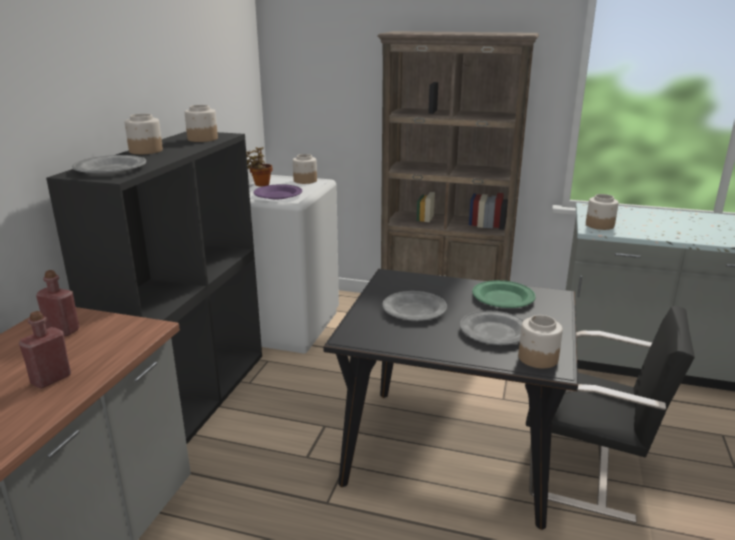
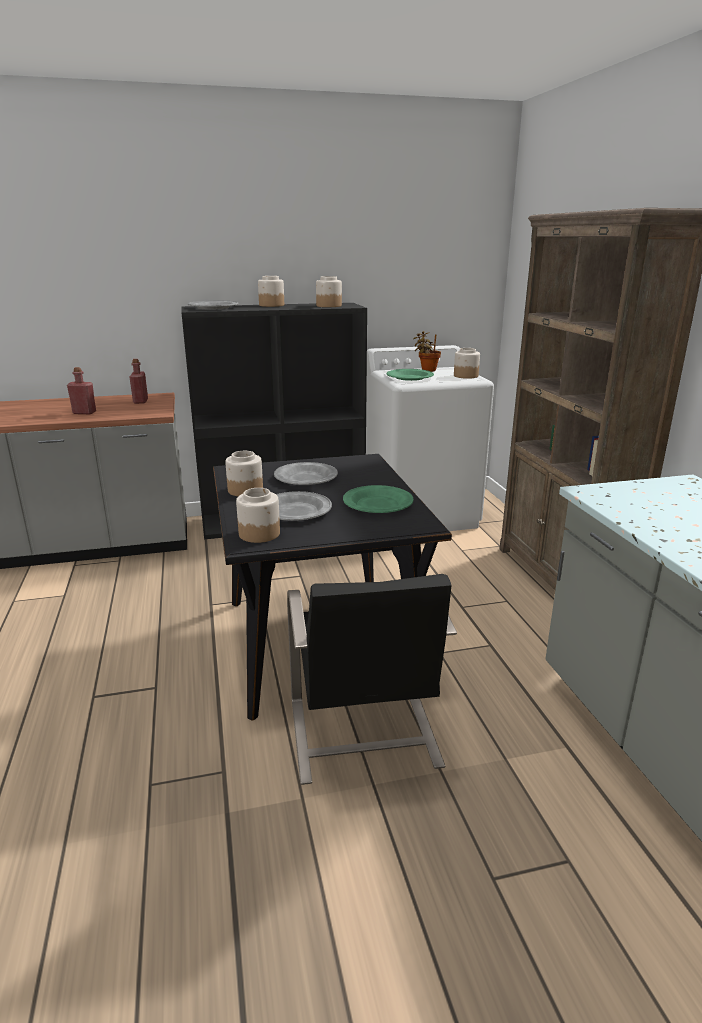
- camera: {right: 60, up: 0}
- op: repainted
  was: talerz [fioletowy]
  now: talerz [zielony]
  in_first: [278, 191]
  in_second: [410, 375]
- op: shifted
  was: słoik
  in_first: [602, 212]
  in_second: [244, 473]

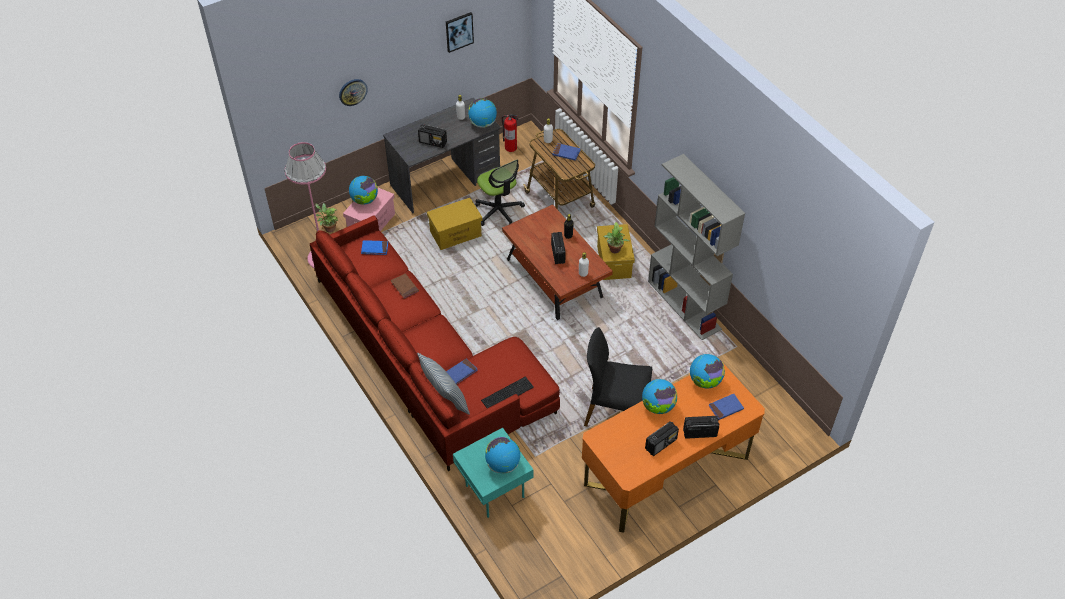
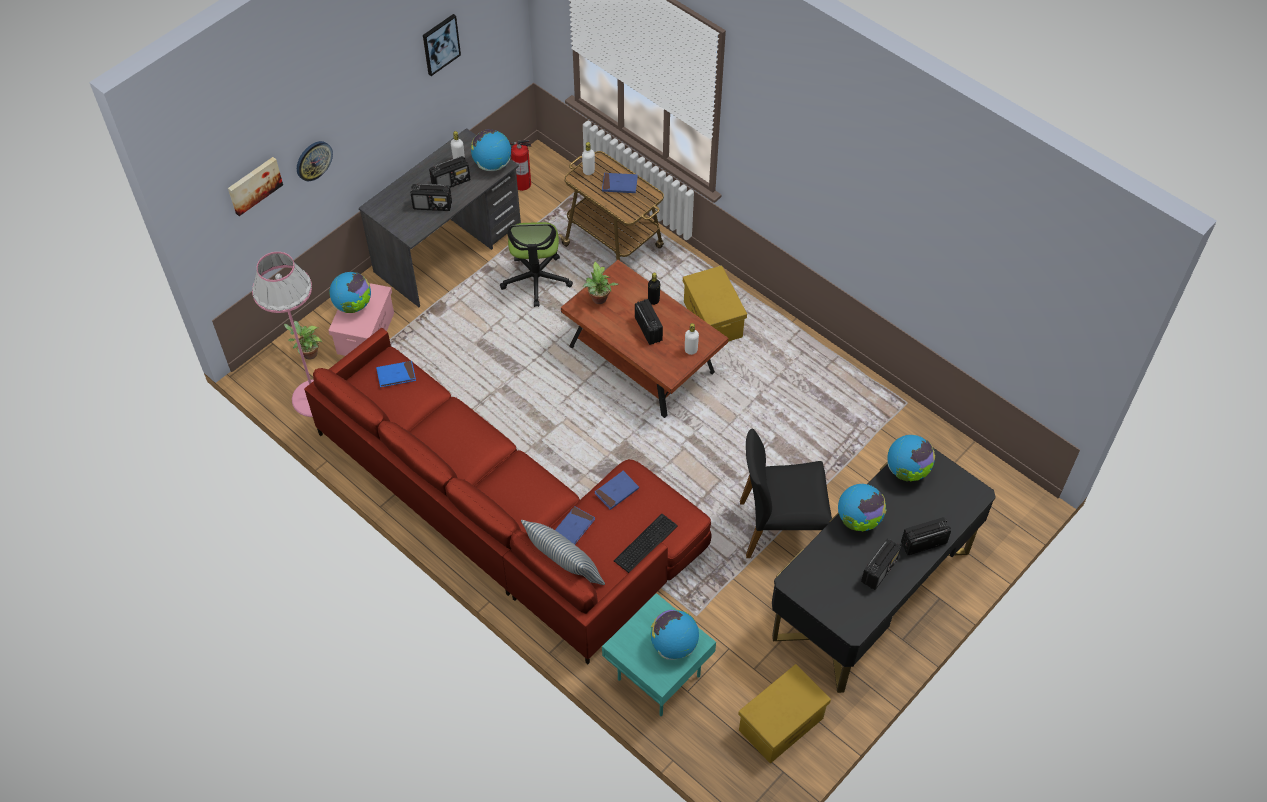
- camera: {right: -15, up: 5}
- op: gone
  was: książka [brązowy]
  in_first: [405, 286]
- op: shifted
  was: pojemnik do przechowywania [żółty]
  in_first: [454, 224]
  in_second: [784, 714]
- op: rotated
  was: krzesło biurowe
  in_first: [500, 192]
  in_second: [536, 264]
  clockwise: 45
- op: repainted
  was: biurko [pomarańczowy]
  now: biurko [czarny]
  in_first: [673, 448]
  in_second: [884, 570]
- op: shifted
  was: roślina doniczkowa
  in_first: [616, 237]
  in_second: [601, 283]
- op: gone
  was: regał [szary]
  in_first: [696, 247]
- op: shifted
  was: książka [niebieski]
  in_first: [726, 407]
  in_second: [617, 490]
- op: new
  now: obraz
  in_second: [255, 186]
- op: new
  now: radio
  in_second: [449, 172]

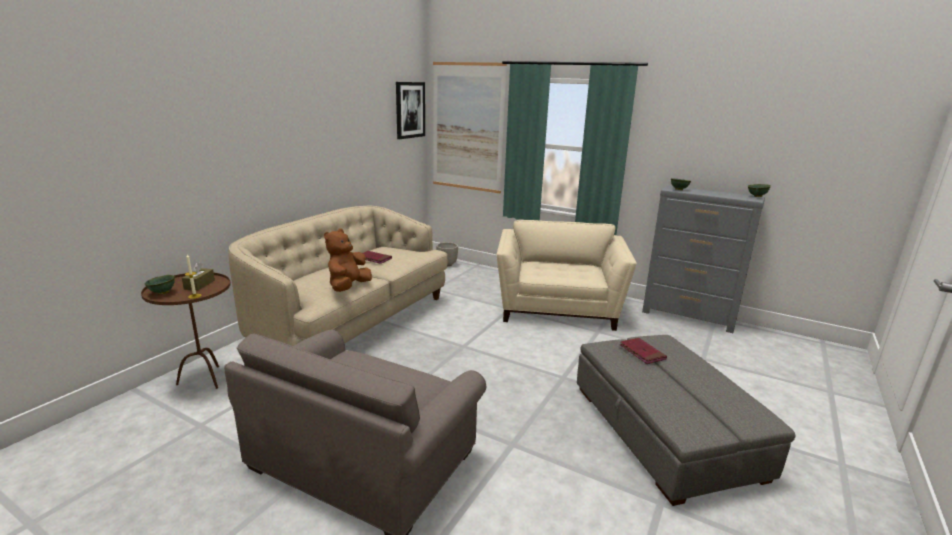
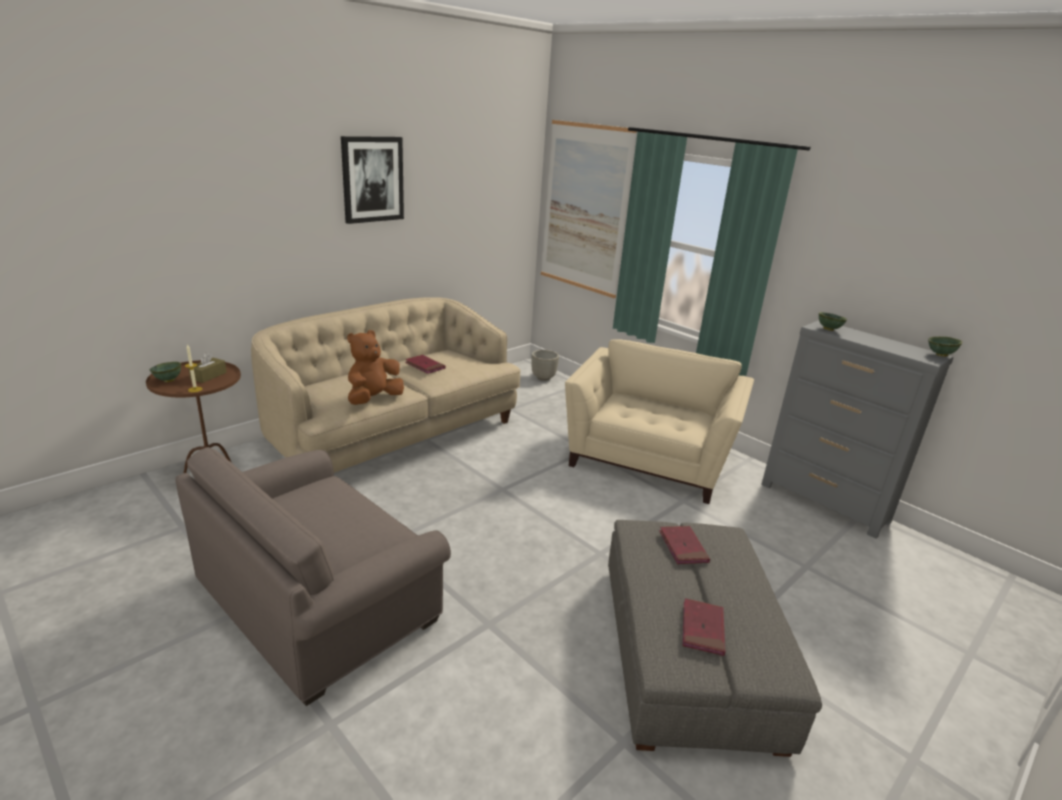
- camera: {right: 15, up: 5}
- op: shifted
  was: obraz
  in_first: [410, 110]
  in_second: [372, 180]
- op: new
  now: książka [czerwony]
  in_second: [704, 627]

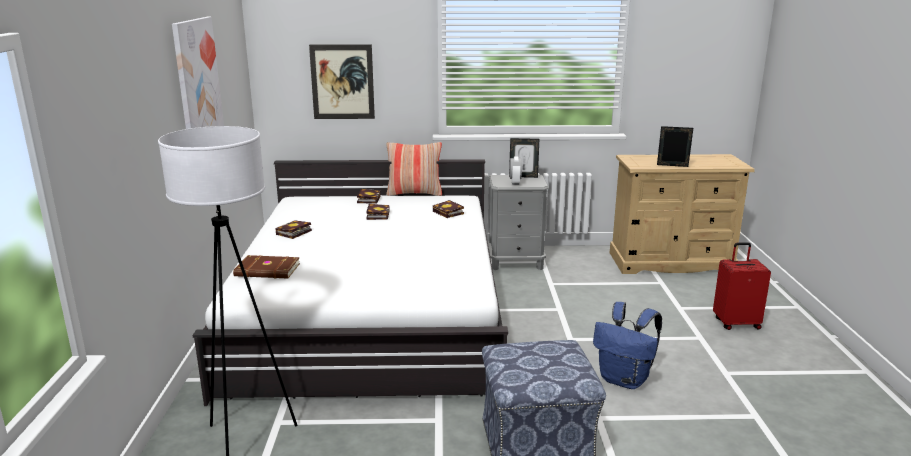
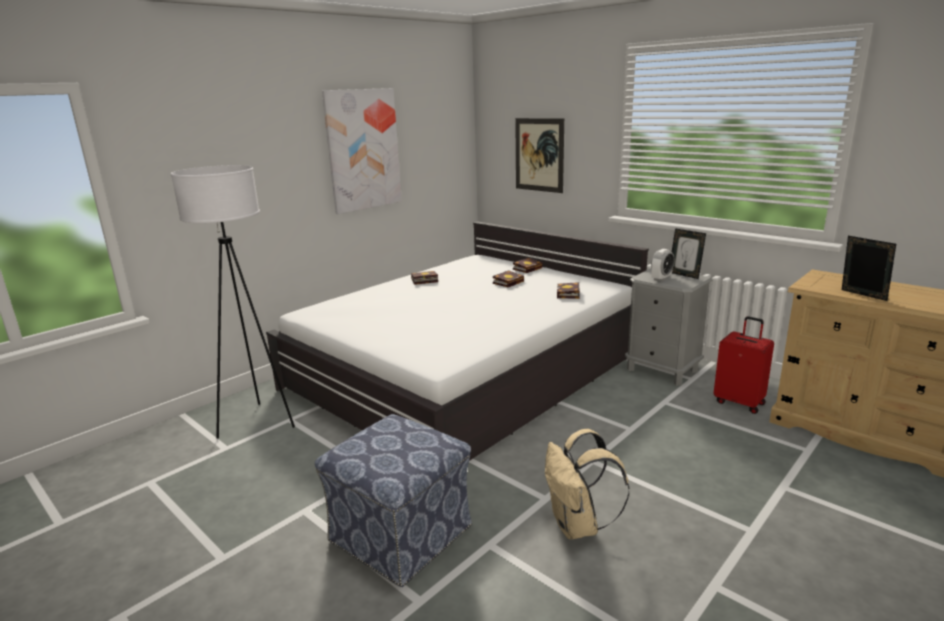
- camera: {right: 45, up: 0}
- op: gone
  was: książka [brązowy]
  in_first: [266, 266]
- op: gone
  was: poduszka
  in_first: [414, 169]
- op: repainted
  was: plecak [niebieski]
  now: plecak [beżowy]
  in_first: [627, 345]
  in_second: [587, 484]
- op: shifted
  was: walizka [czerwony]
  in_first: [742, 286]
  in_second: [744, 365]

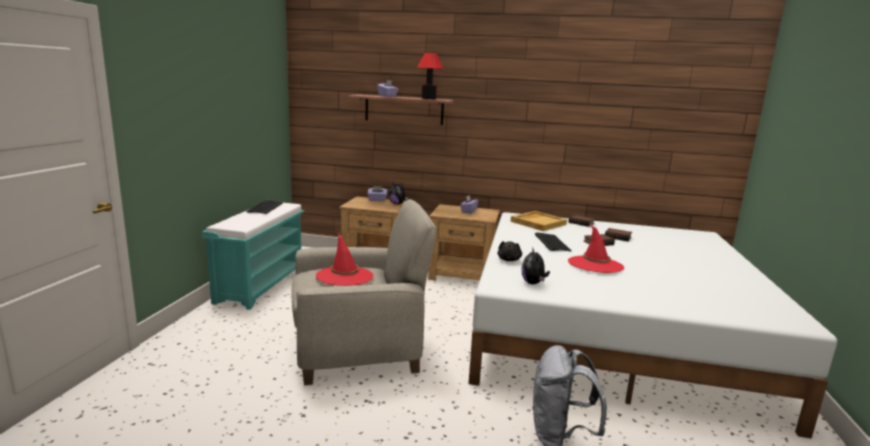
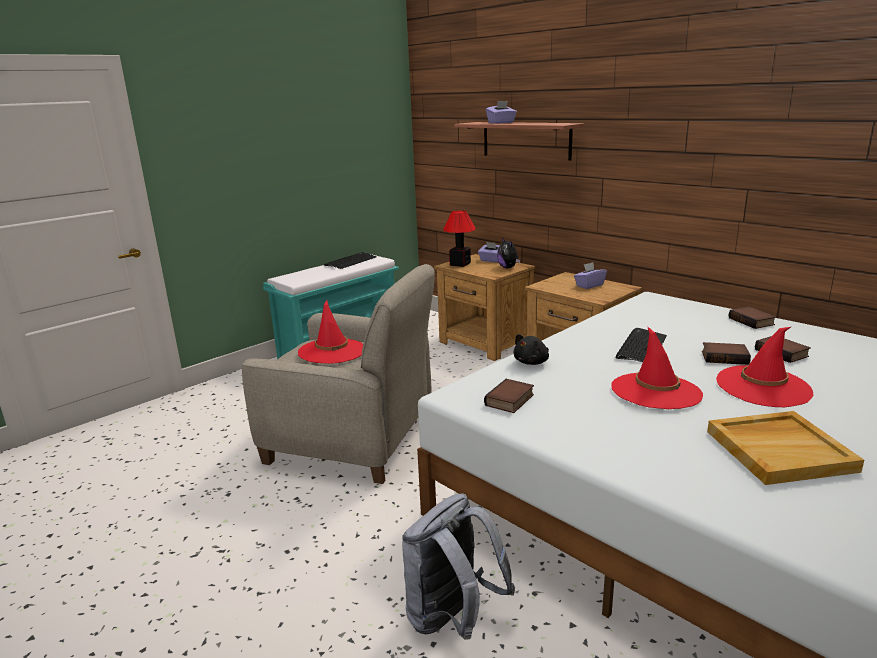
- camera: {right: 35, up: 5}
- op: shifted
  was: lampa stołowa
  in_first: [430, 76]
  in_second: [459, 238]
- op: shifted
  was: taca [beżowy]
  in_first: [539, 221]
  in_second: [785, 448]
- op: swapped
  was: pluszak
  now: książka
  in_first: [535, 265]
  in_second: [509, 396]
- op: new
  now: kapelusz [czerwony]
  in_second: [764, 367]

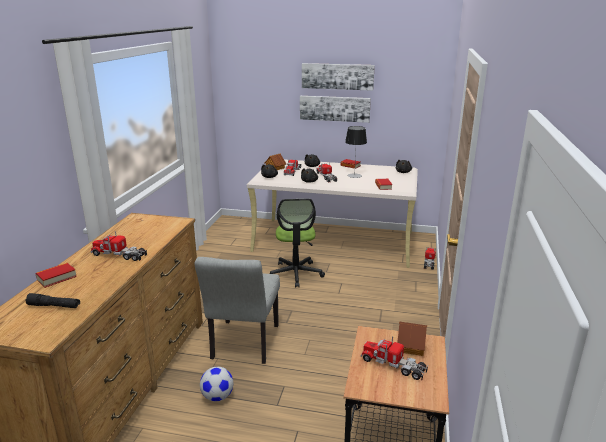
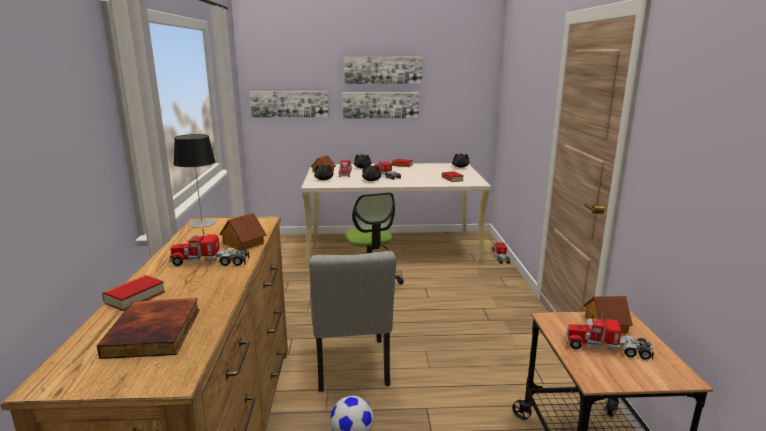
- camera: {right: -15, up: -5}
- op: swapped
  was: latarka [czarny]
  now: książka
  in_first: [53, 300]
  in_second: [148, 328]
- op: shifted
  was: lampa stołowa
  in_first: [356, 152]
  in_second: [195, 180]
- op: new
  now: domek
  in_second: [243, 232]
- op: new
  now: obraz
  in_second: [289, 104]

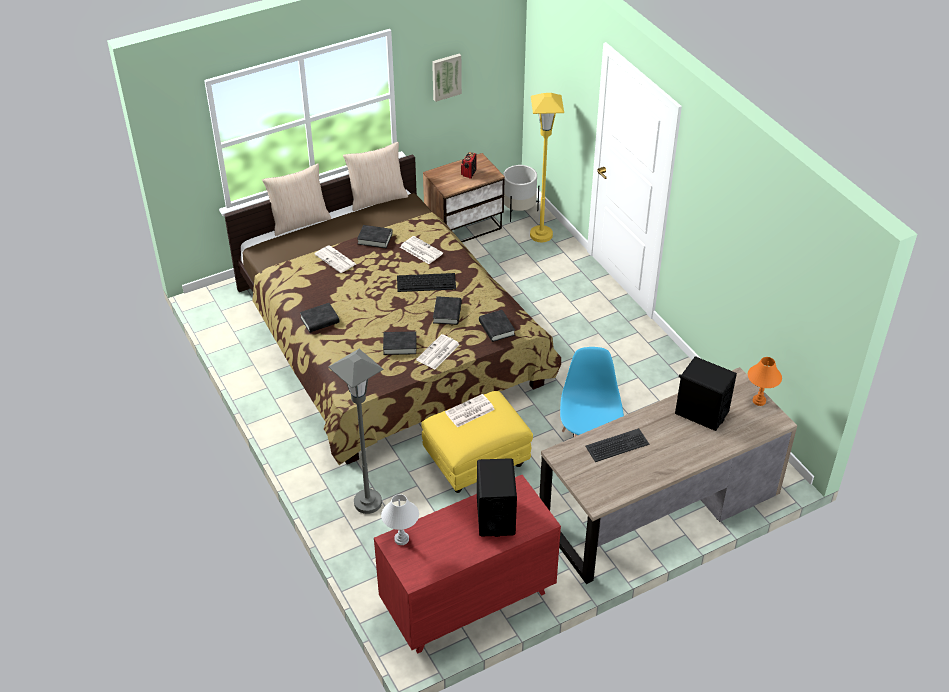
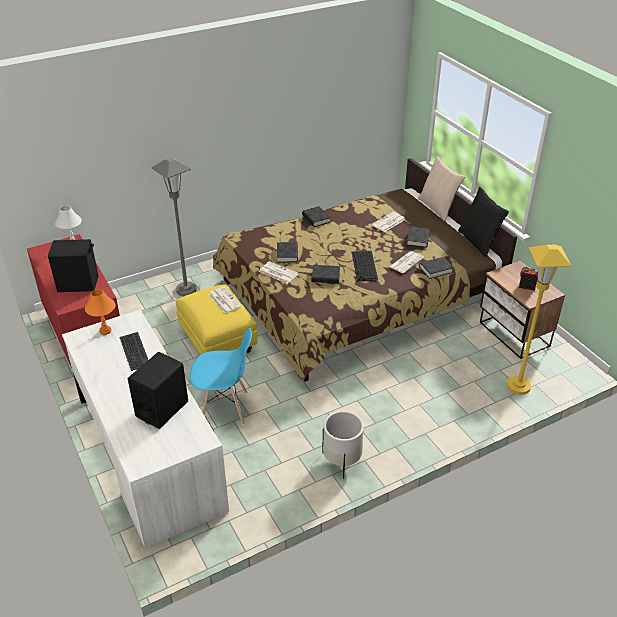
- camera: {right: 90, up: -5}
- op: repainted
  was: poduszka [beżowy]
  now: poduszka [czarny]
  in_first: [375, 176]
  in_second: [483, 222]
- op: gone
  was: obraz
  in_first: [447, 78]
- op: shifted
  was: książka [czarny]
  in_first: [497, 326]
  in_second: [436, 268]
- op: shifted
  was: donica [biały]
  in_first: [521, 193]
  in_second: [343, 445]
- op: repainted
  was: biurko [brązowy]
  now: biurko [biały]
  in_first: [668, 475]
  in_second: [145, 429]
- op: shifted
  was: lampa stołowa [pomarańczowy]
  in_first: [765, 381]
  in_second: [100, 312]

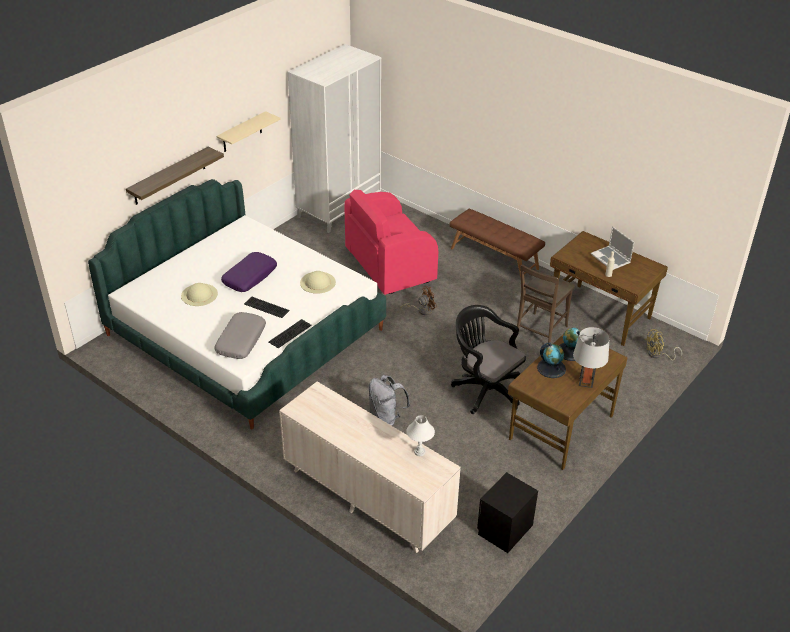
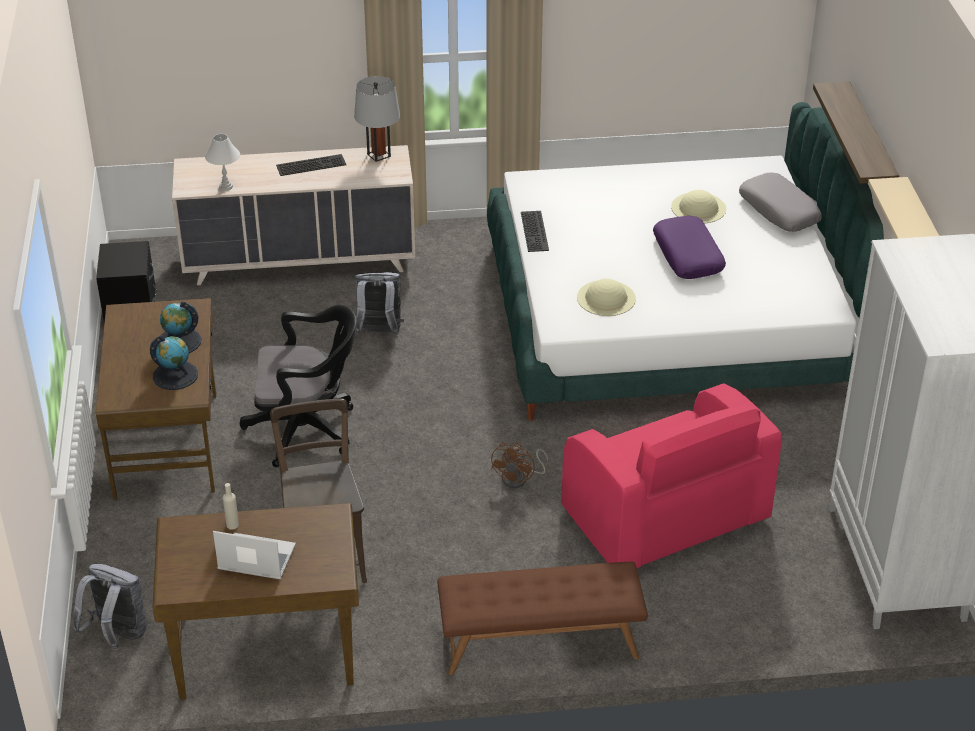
- camera: {right: 135, up: 0}
- op: shifted
  was: poduszka [szary]
  in_first: [240, 335]
  in_second: [780, 202]
- op: shifted
  was: klawiatura
  in_first: [267, 307]
  in_second: [311, 165]
- op: rotated
  was: fotel [różowy]
  in_first: [391, 242]
  in_second: [671, 475]
  clockwise: 135
- op: shifted
  was: lampa stołowa [szary]
  in_first: [591, 357]
  in_second: [377, 119]
- op: swapped
  was: wentylator [żółty]
  now: plecak [szary]
  in_first: [663, 344]
  in_second: [110, 607]

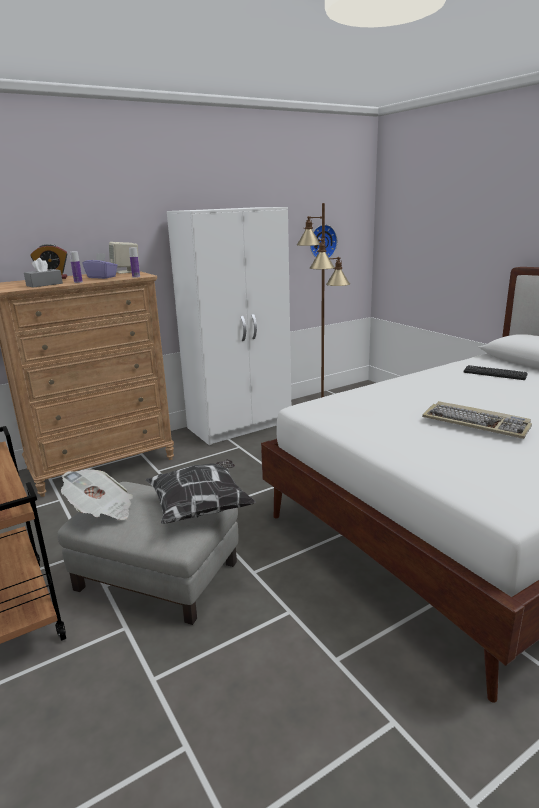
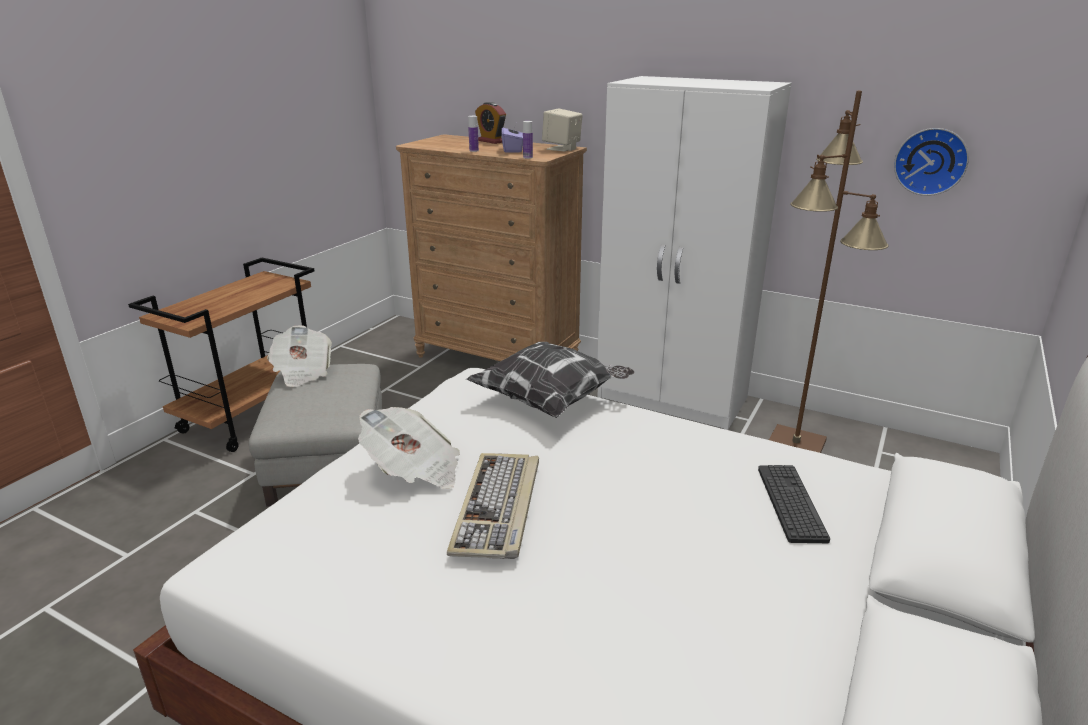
- camera: {right: 60, up: 5}
- op: gone
  was: pudełko chusteczek [szary]
  in_first: [43, 273]
- op: shifted
  was: poduszka
  in_first: [200, 491]
  in_second: [550, 380]
- op: new
  now: gazeta
  in_second: [409, 448]

